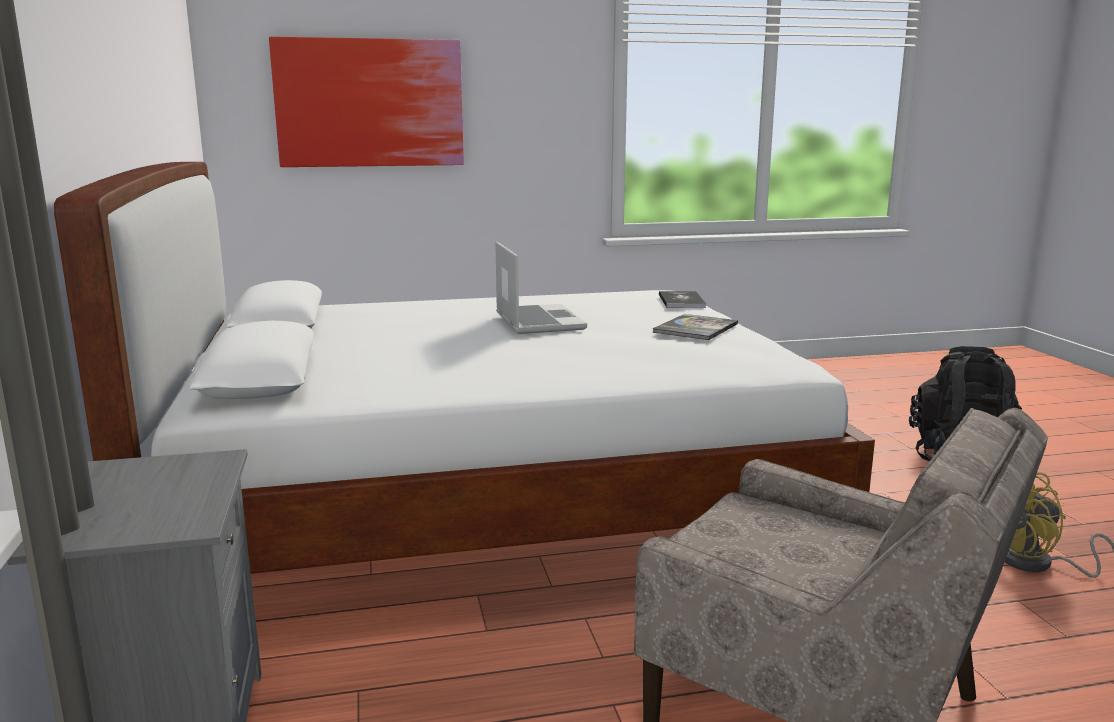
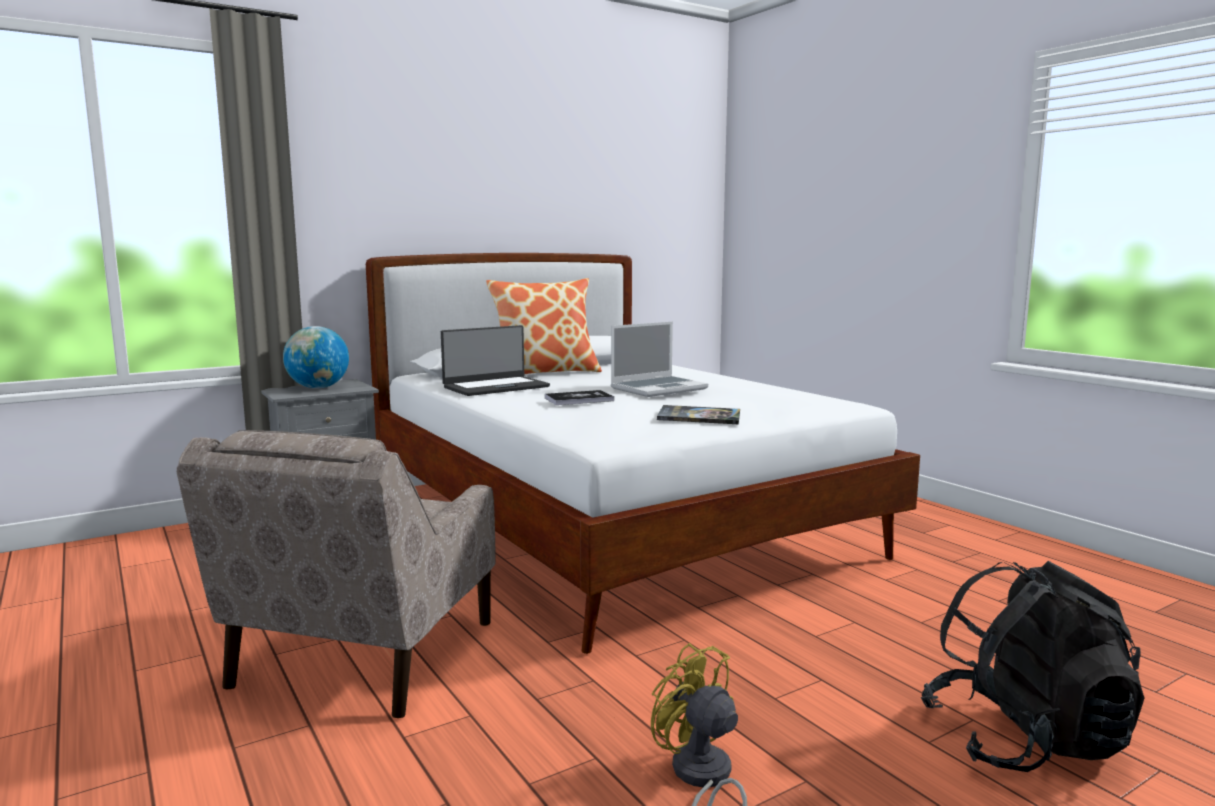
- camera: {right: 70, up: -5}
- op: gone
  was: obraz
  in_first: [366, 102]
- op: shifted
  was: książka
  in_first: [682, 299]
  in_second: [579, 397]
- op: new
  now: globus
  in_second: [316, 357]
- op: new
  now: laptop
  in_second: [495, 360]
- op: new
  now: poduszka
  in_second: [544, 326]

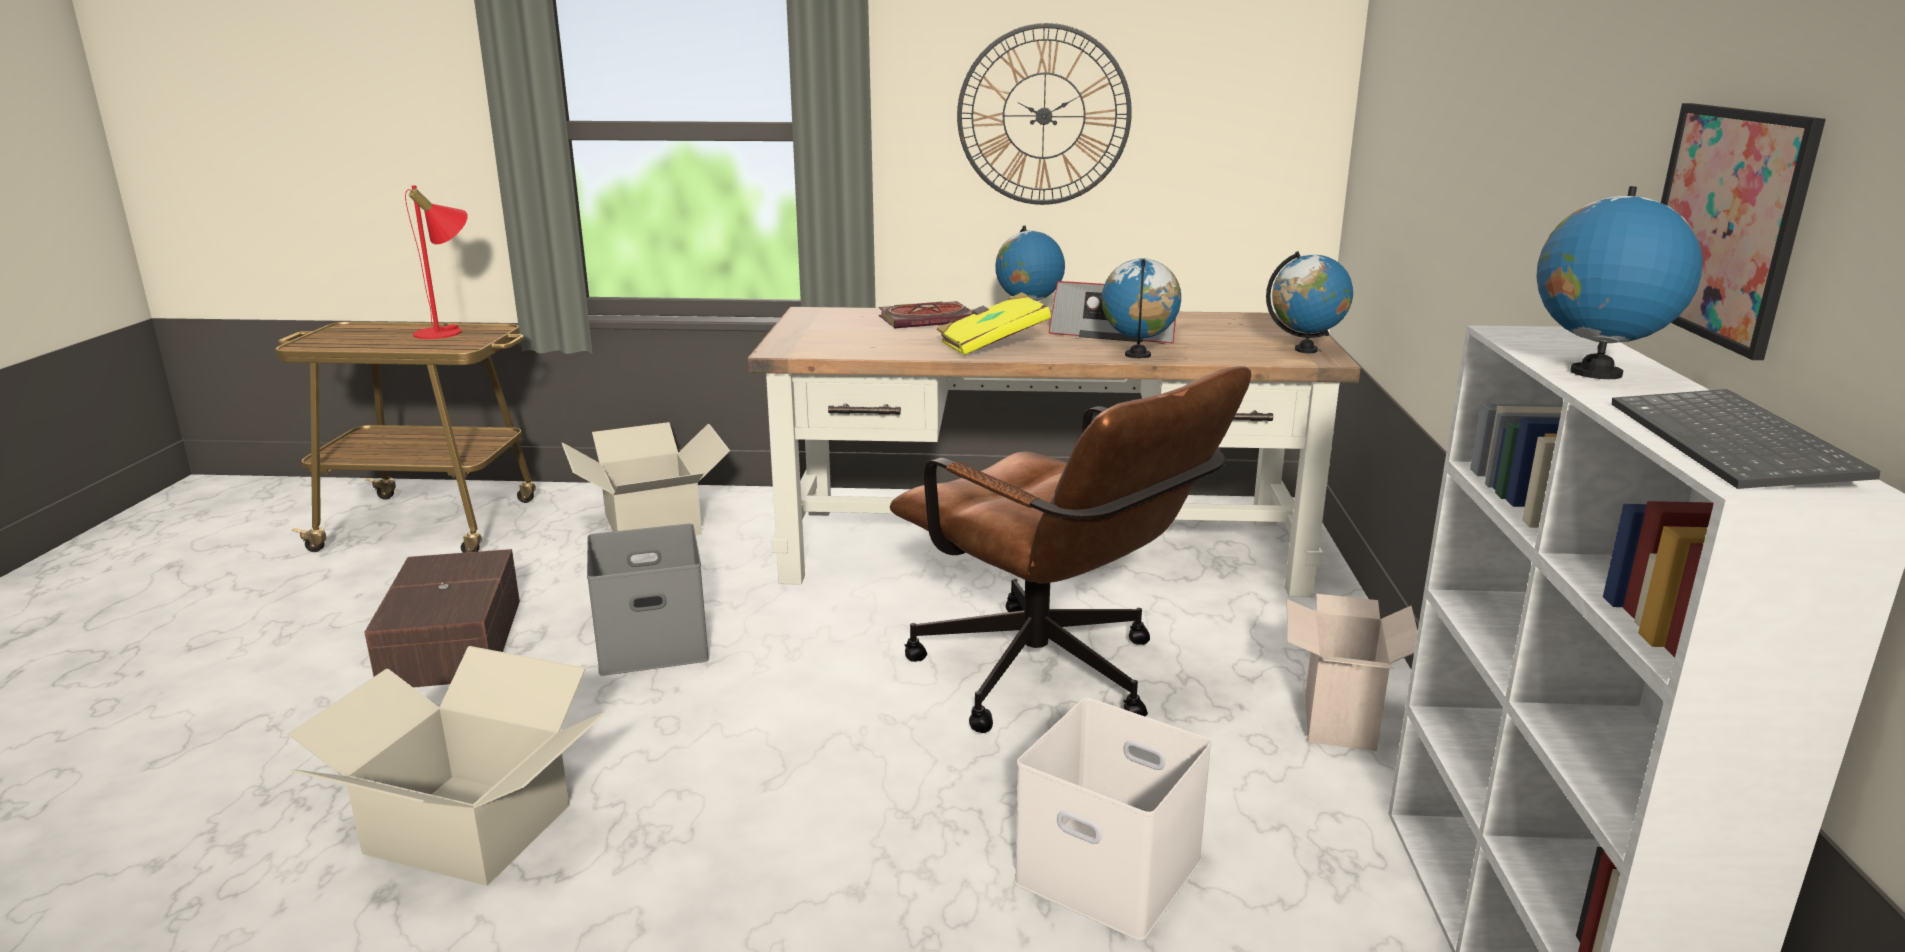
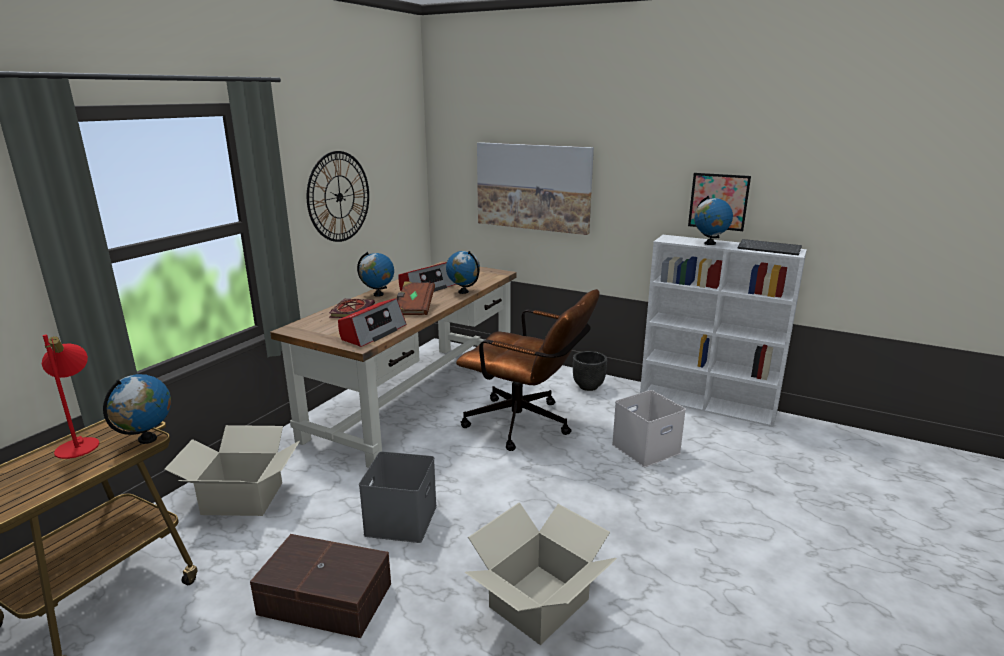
- camera: {right: -65, up: 0}
- op: rotated
  was: krzesło biurowe [brązowy]
  in_first: [1070, 550]
  in_second: [528, 370]
  clockwise: 45
- op: repainted
  was: książka [żółty]
  now: książka [brązowy]
  in_first: [994, 323]
  in_second: [416, 298]
- op: shifted
  was: globus
  in_first: [1309, 302]
  in_second: [137, 409]
- op: swapped
  was: karton
  now: donica [czarny]
  in_first: [1352, 672]
  in_second: [590, 371]
- op: new
  now: radio
  in_second: [372, 322]
- op: new
  now: obraz
  in_second: [535, 188]

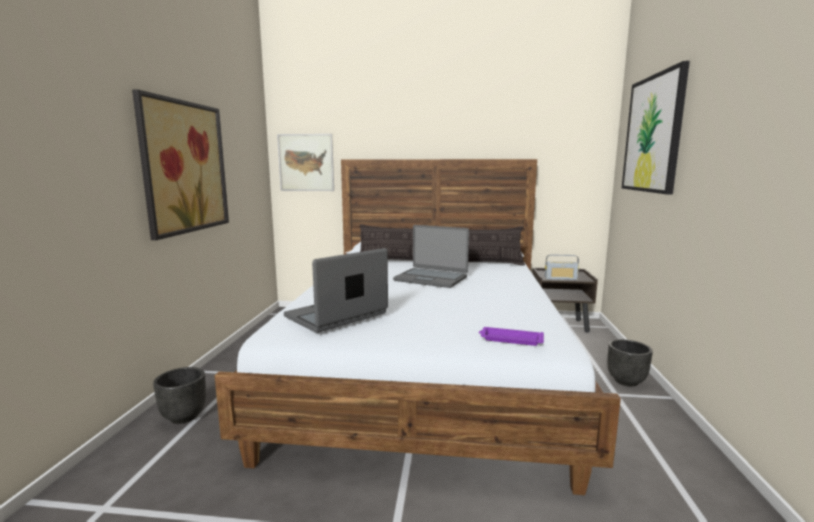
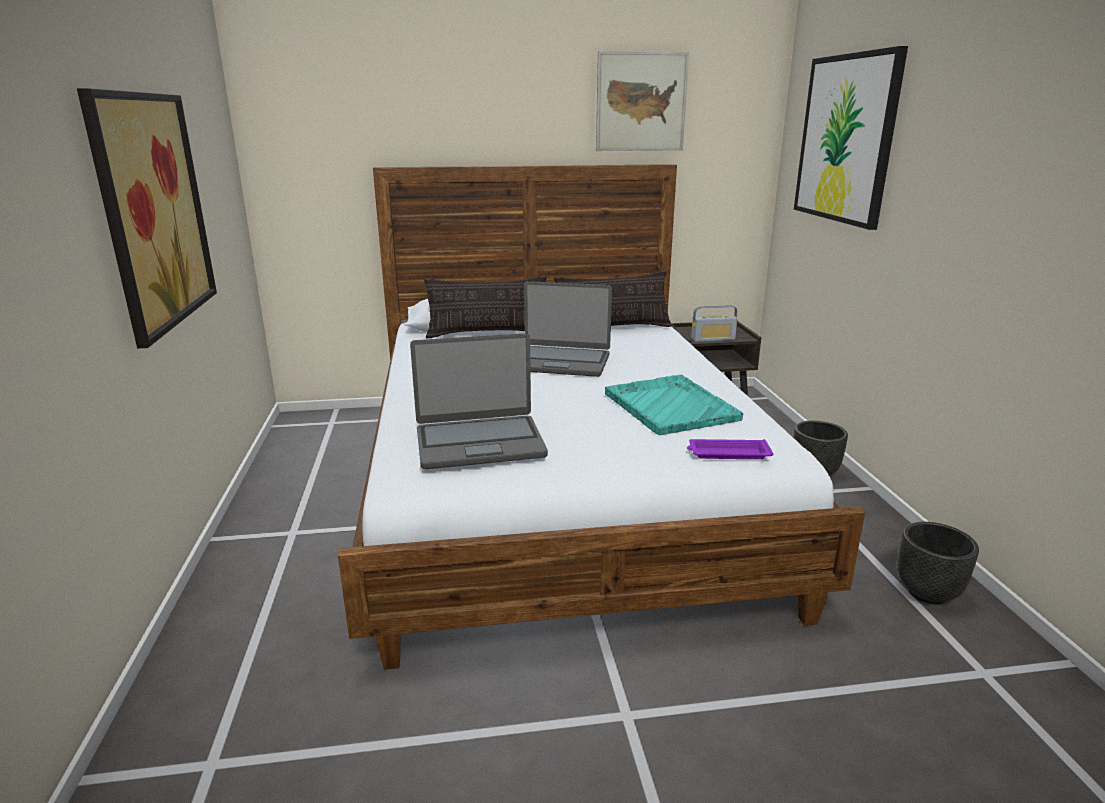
- camera: {right: -15, up: 10}
- op: shifted
  was: donica [czarny]
  in_first: [179, 395]
  in_second: [938, 563]
- op: shifted
  was: obraz
  in_first: [305, 162]
  in_second: [642, 101]
- op: rotated
  was: laptop
  in_first: [336, 290]
  in_second: [479, 401]
  clockwise: -135
- op: new
  now: taca [turkusowy]
  in_second: [674, 405]

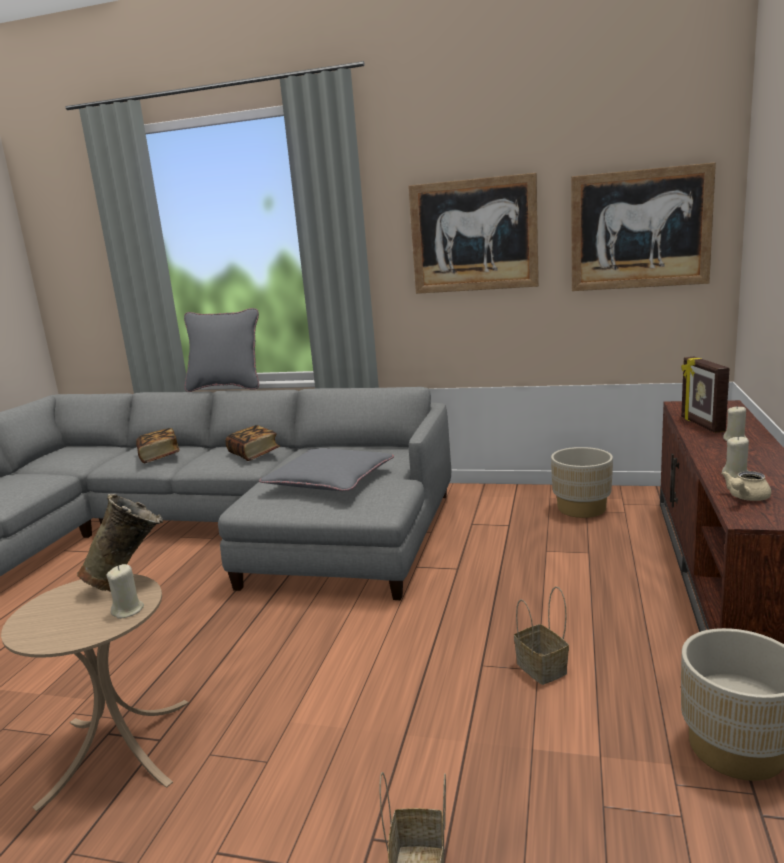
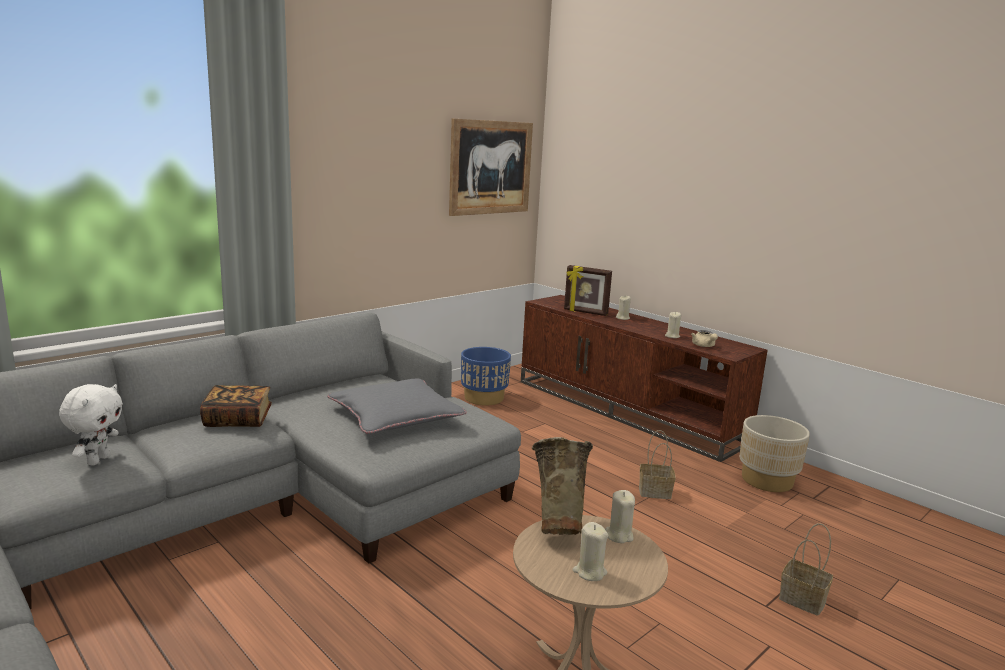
- camera: {right: -60, up: 0}
- op: swapped
  was: książka
  now: pluszak [biały]
  in_first: [158, 445]
  in_second: [91, 424]
- op: gone
  was: poduszka [szary]
  in_first: [221, 350]
- op: gone
  was: obraz
  in_first: [473, 233]
- op: repainted
  was: donica [beżowy]
  now: donica [niebieski]
  in_first: [582, 482]
  in_second: [486, 376]
- op: new
  now: świeca [beżowy]
  in_second: [590, 551]

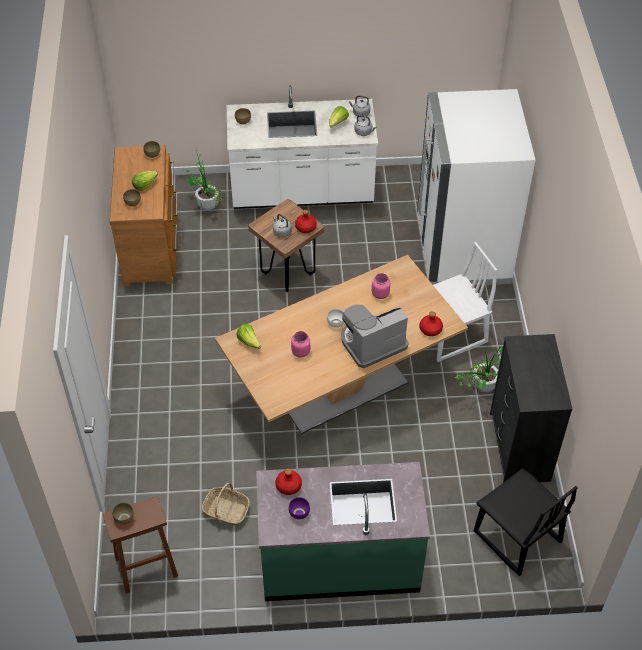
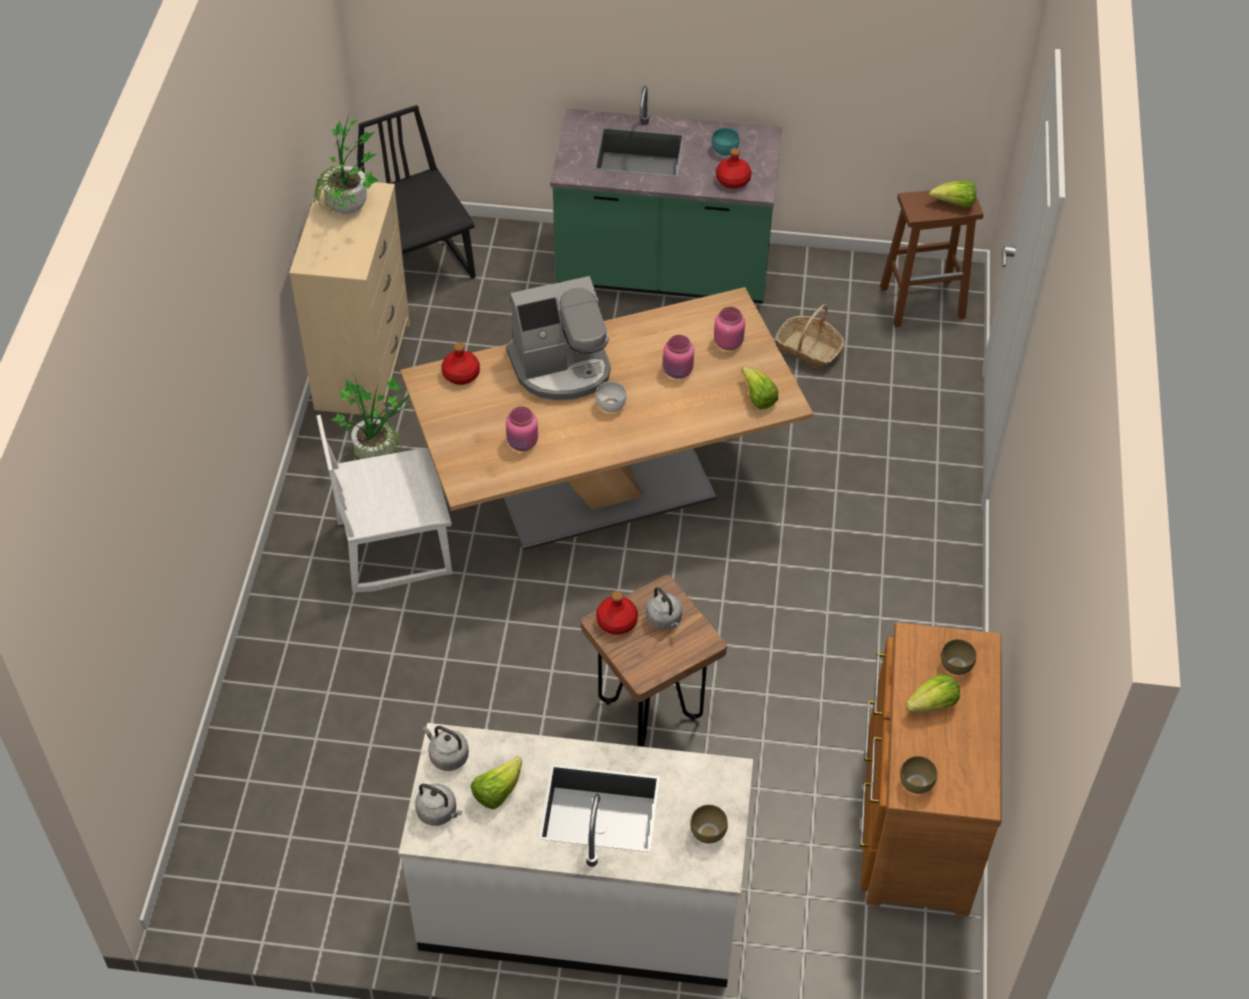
- camera: {right: -170, up: 0}
- op: swapped
  was: miska [brązowy]
  now: sałata
  in_first: [123, 514]
  in_second: [952, 194]
- op: shifted
  was: roślina doniczkowa
  in_first: [204, 178]
  in_second: [346, 163]
- op: repainted
  was: miska [fioletowy]
  now: miska [turkusowy]
  in_first: [299, 508]
  in_second: [726, 142]
- op: gone
  was: lodówka [biały]
  in_first: [476, 187]
- op: repainted
  was: komoda [czarny]
  now: komoda [beżowy]
  in_first: [531, 408]
  in_second: [349, 299]
- op: new
  now: słoik [różowy]
  in_second: [729, 328]

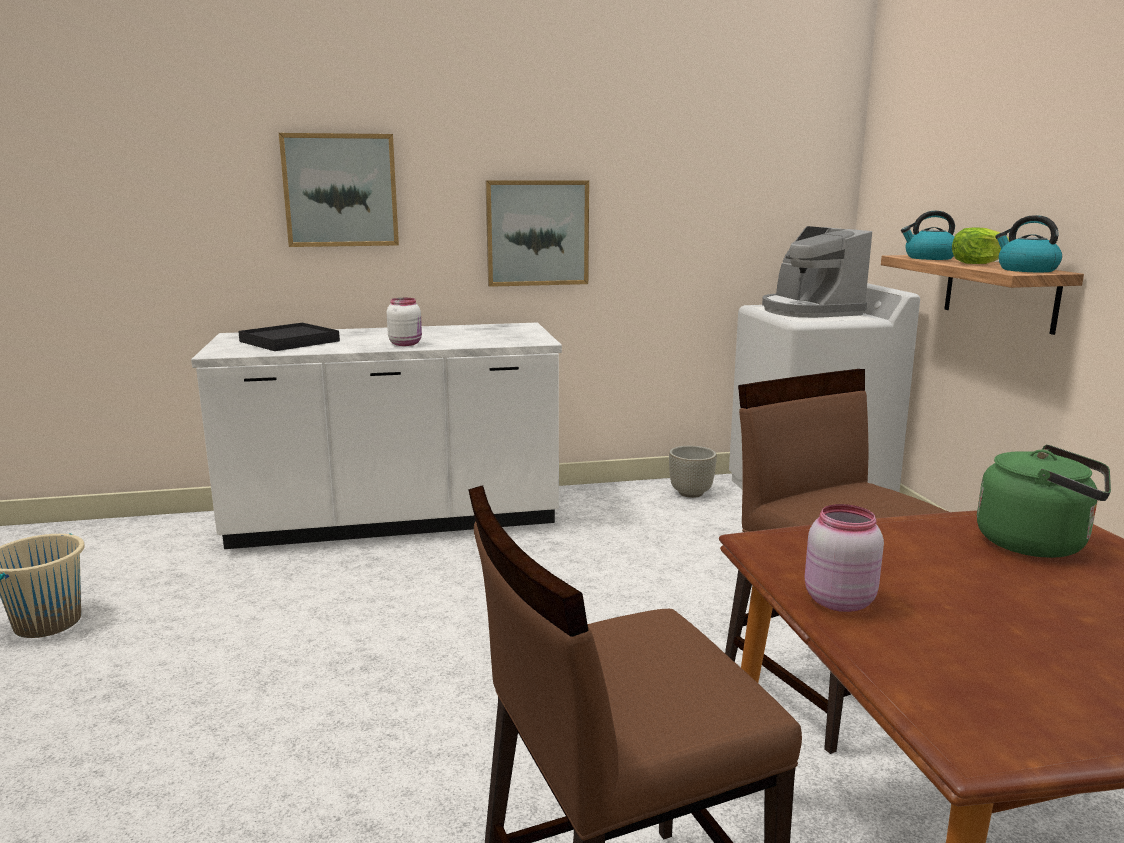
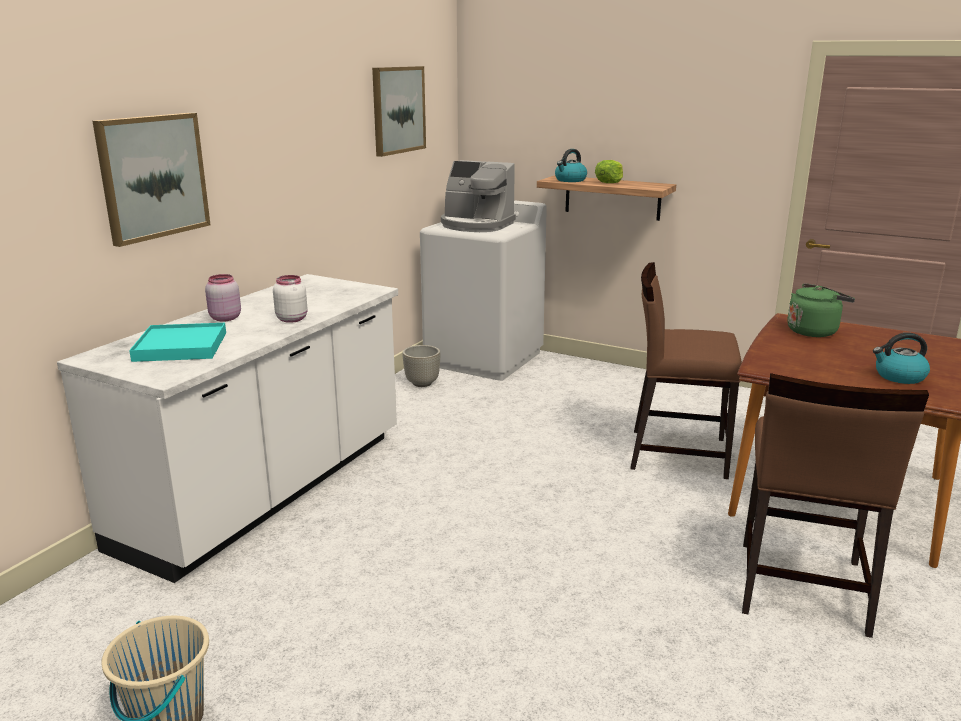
- camera: {right: -50, up: 5}
- op: repainted
  was: taca [czarny]
  now: taca [turkusowy]
  in_first: [289, 337]
  in_second: [177, 342]
- op: shifted
  was: obraz
  in_first: [537, 233]
  in_second: [399, 111]
- op: shifted
  was: słoik [różowy]
  in_first: [844, 558]
  in_second: [223, 298]
- op: shifted
  was: czajnik
  in_first: [1028, 243]
  in_second: [901, 358]

